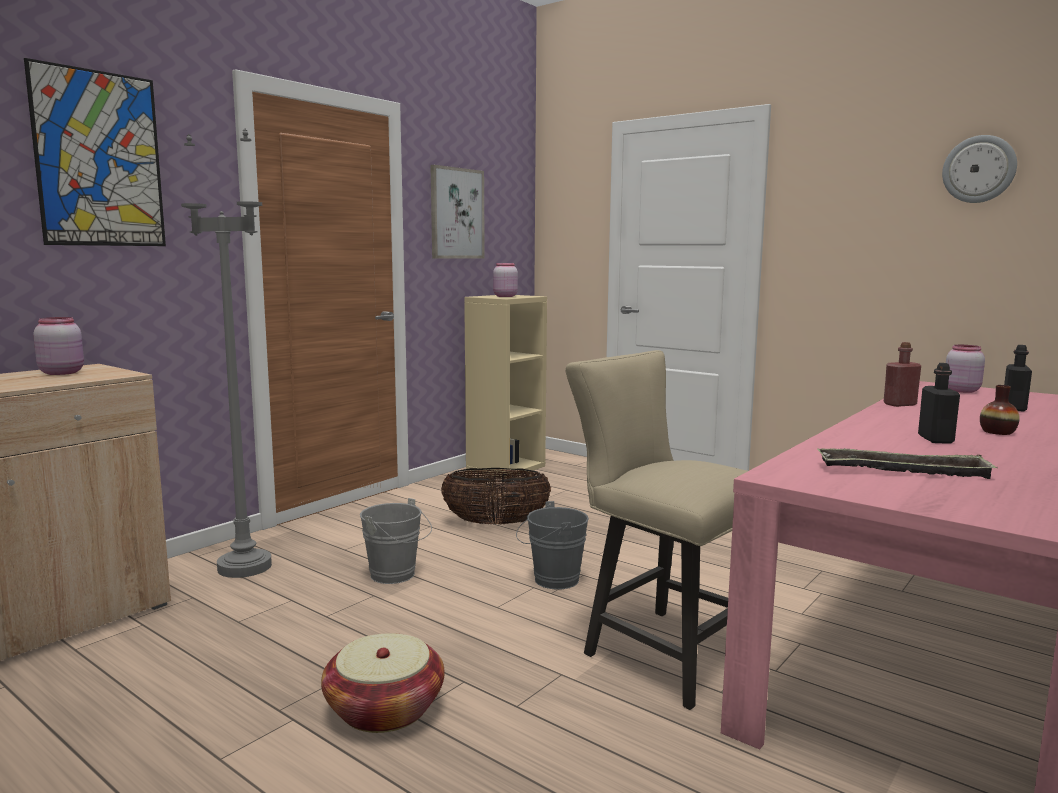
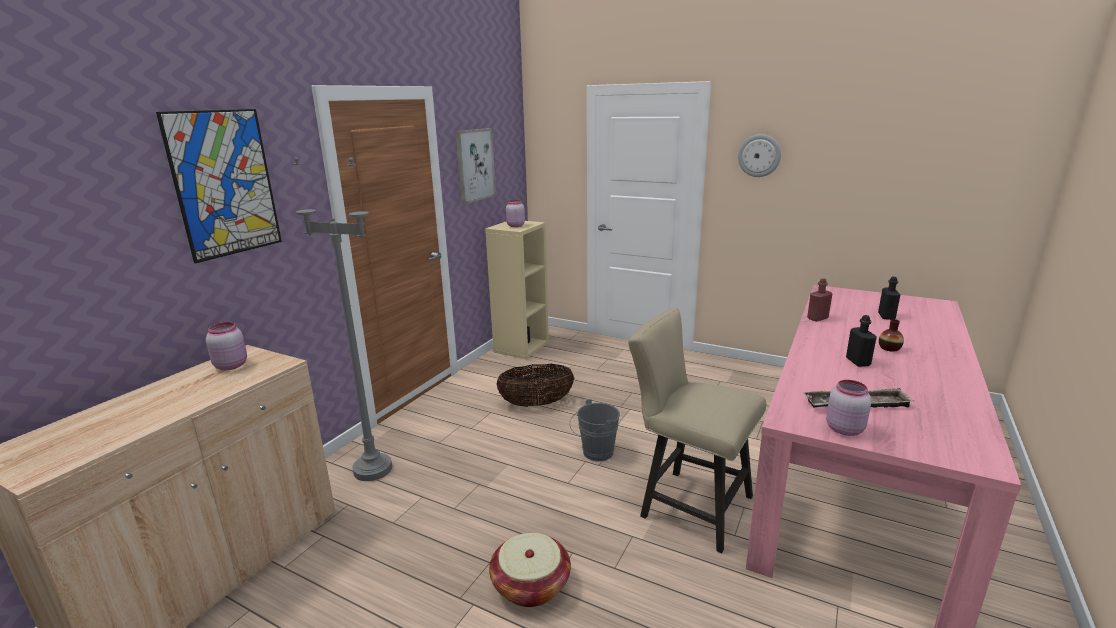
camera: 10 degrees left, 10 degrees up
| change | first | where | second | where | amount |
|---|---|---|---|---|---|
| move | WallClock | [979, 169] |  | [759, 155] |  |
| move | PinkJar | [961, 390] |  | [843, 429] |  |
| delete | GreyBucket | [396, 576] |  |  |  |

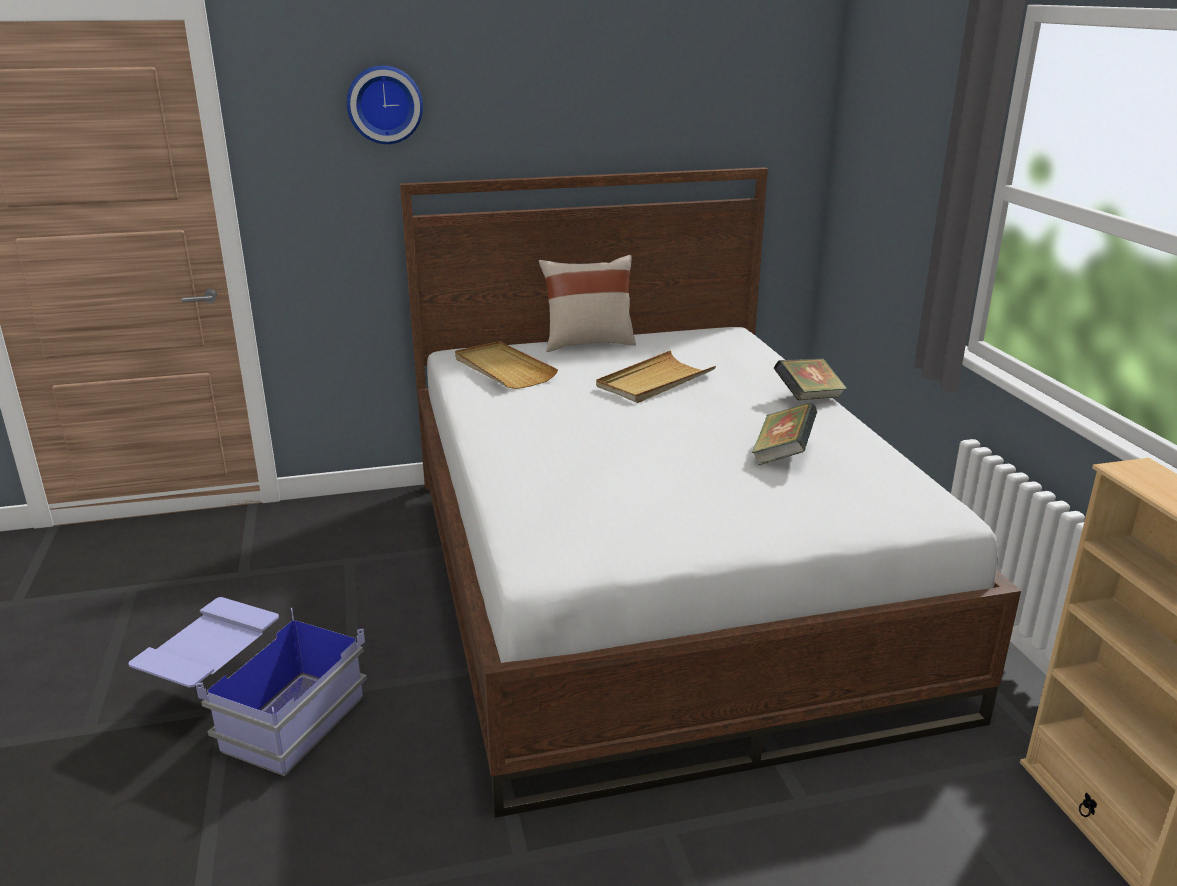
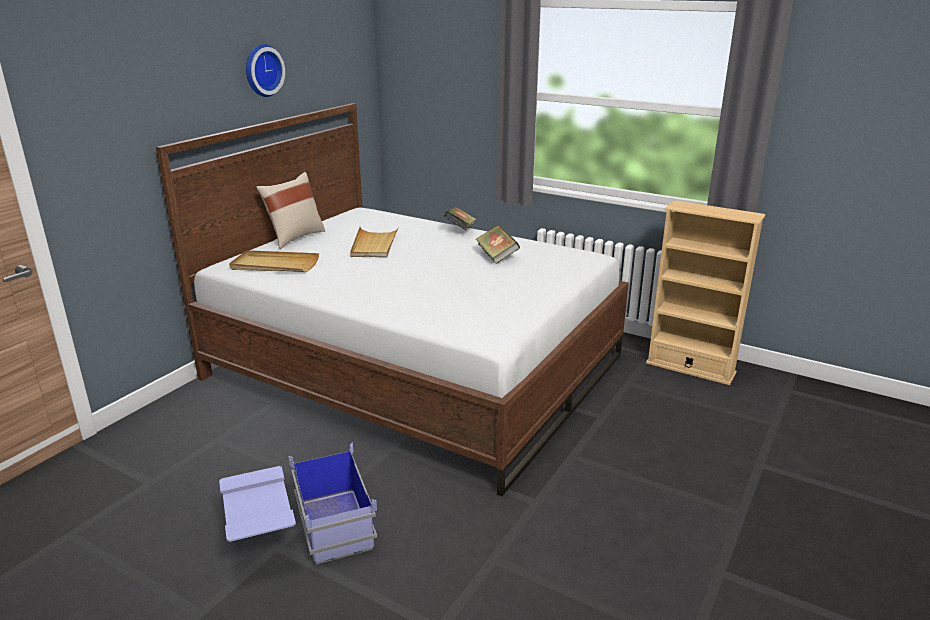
camera: 45 degrees left, 0 degrees up
| change | first | where | second | where | amount |
|---|---|---|---|---|---|
| move | WallClock | [384, 104] |  | [262, 70] |  |

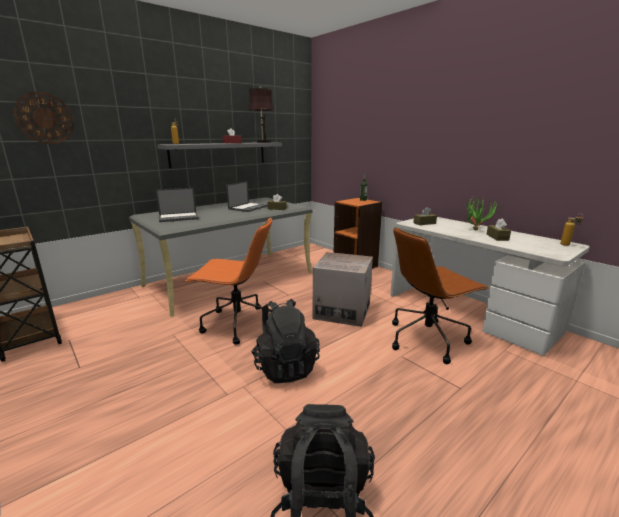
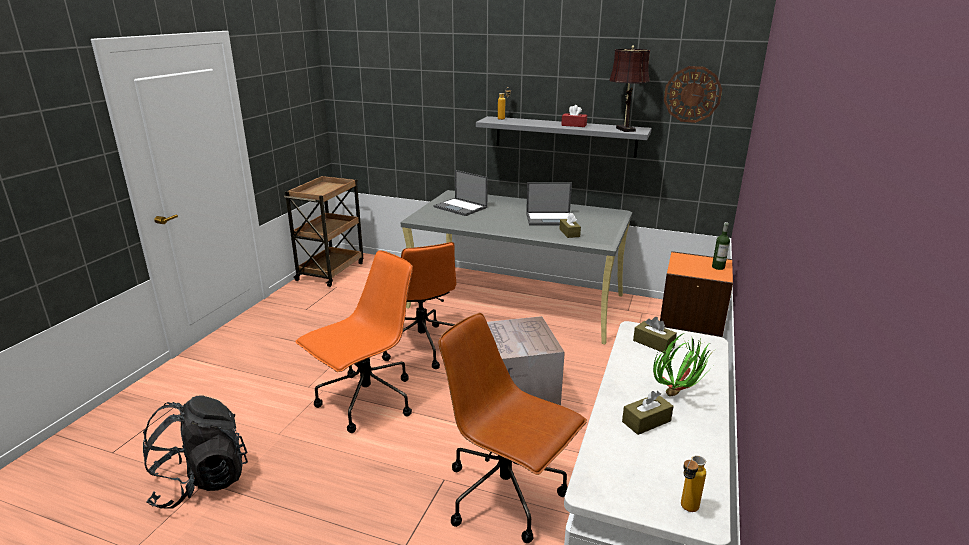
camera: 60 degrees right, 5 degrees up
| change | first | where | second | where | amount |
|---|---|---|---|---|---|
| move | WallClock | [45, 118] |  | [692, 94] |  |
| replace | BlackBackpack | [285, 367] | OrangeOfficeChair | [366, 402] |  |

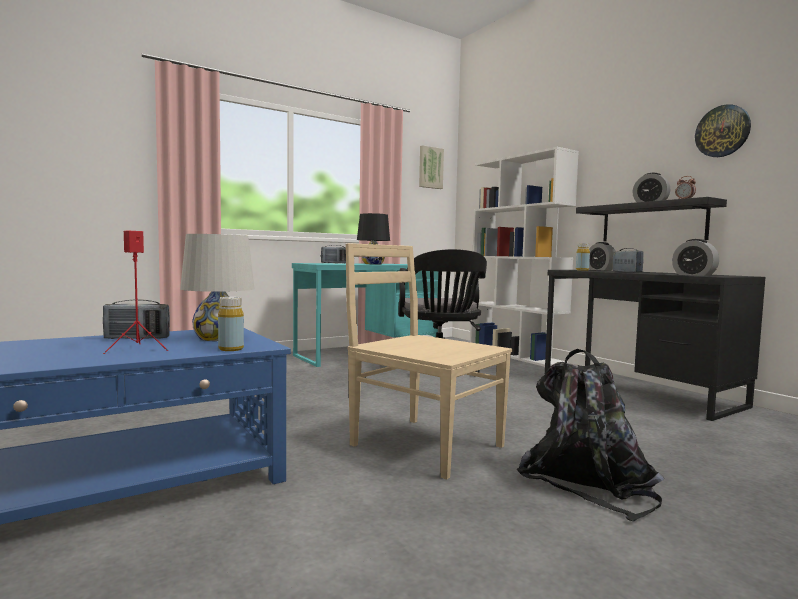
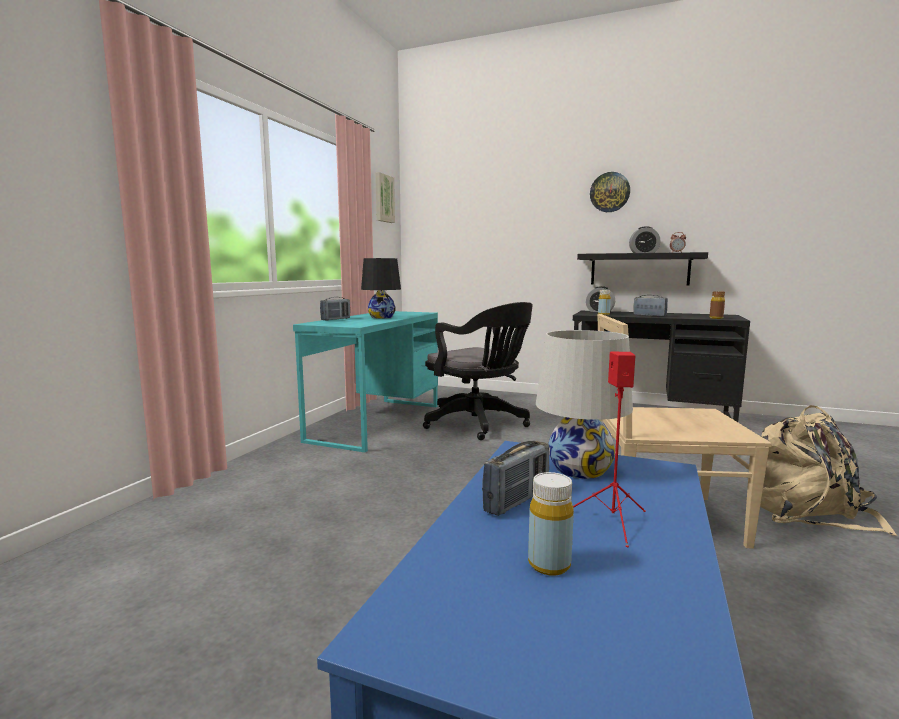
camera: 35 degrees left, 5 degrees up
| change | first | where | second | where | amount |
|---|---|---|---|---|---|
| move | WallClock | [722, 131] |  | [609, 192] |  |
| delete | WhiteBookcase | [516, 355] |  |  |  |
| replace | AlarmClock | [694, 275] | BrownBottle | [716, 318] |  |
| move | YellowBottle | [231, 349] |  | [549, 564] |  |
| recolor | BlackBackpack | [589, 482] | BeigeBackpack | [810, 512] |  |

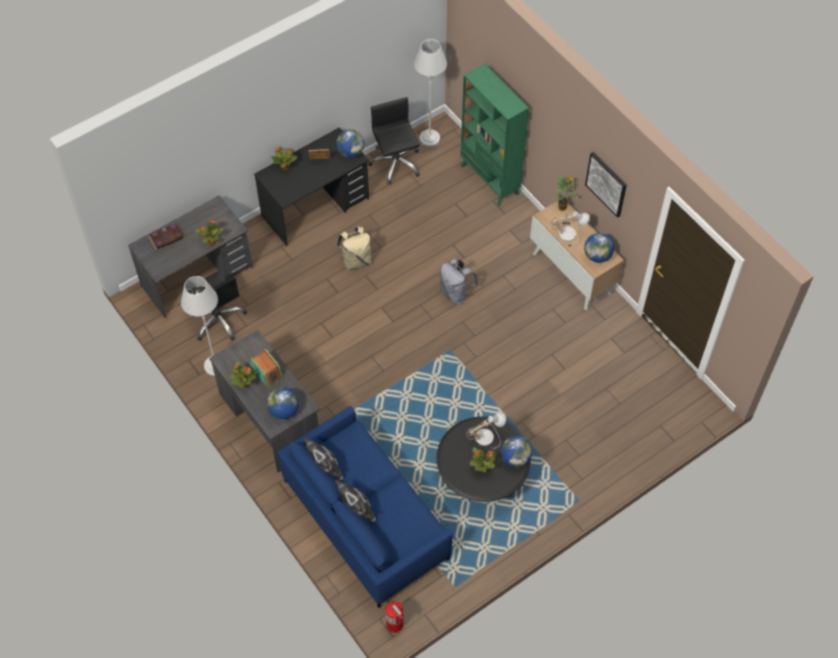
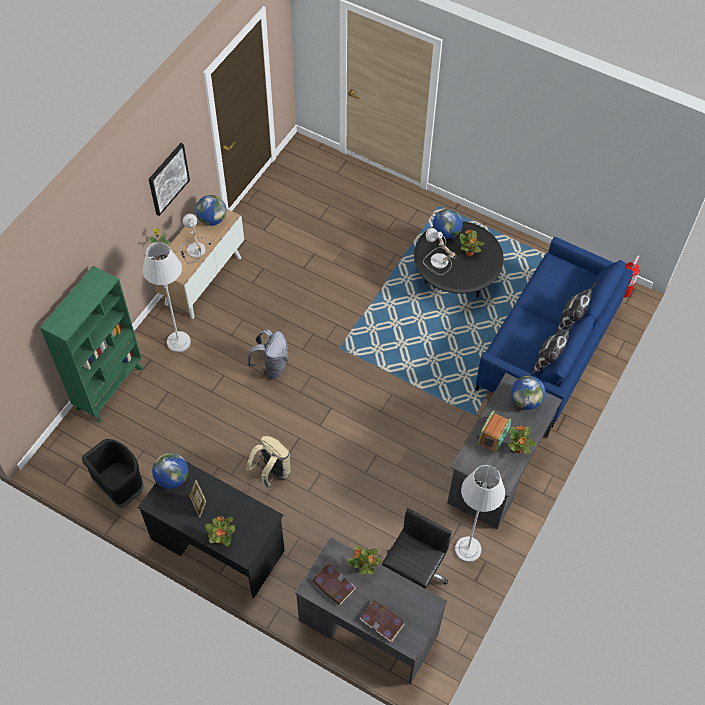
camera: 115 degrees left, 0 degrees up
| change | first | where | second | where | amount |
|---|---|---|---|---|---|
| move | GreyFloorLamp | [429, 138] |  | [178, 342] |  |
| replace | BlackOfficeChair | [395, 164] | BlackTrashCan | [121, 488] |  |
| insert |  |  | Book | [333, 585] |  |

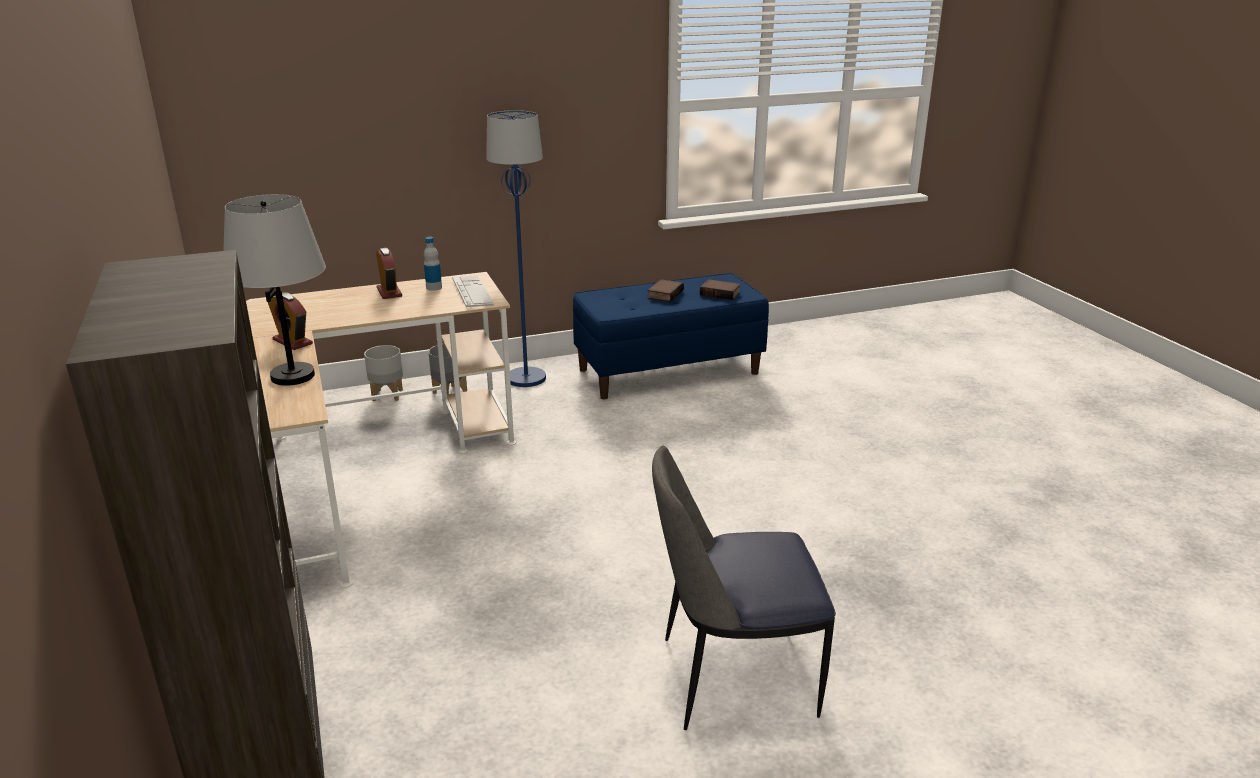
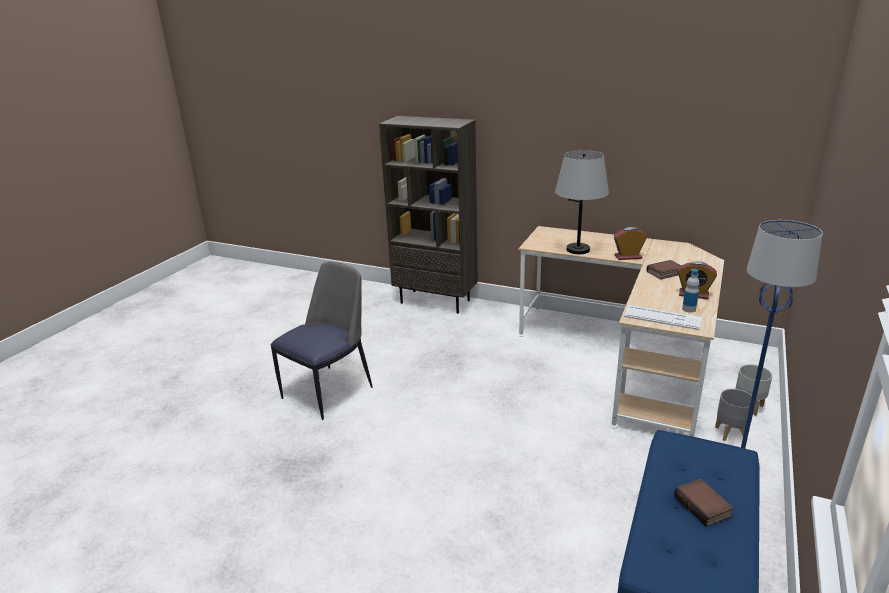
camera: 135 degrees right, 0 degrees up
| change | first | where | second | where | amount |
|---|---|---|---|---|---|
| move | Book | [721, 293] |  | [665, 273] |  |

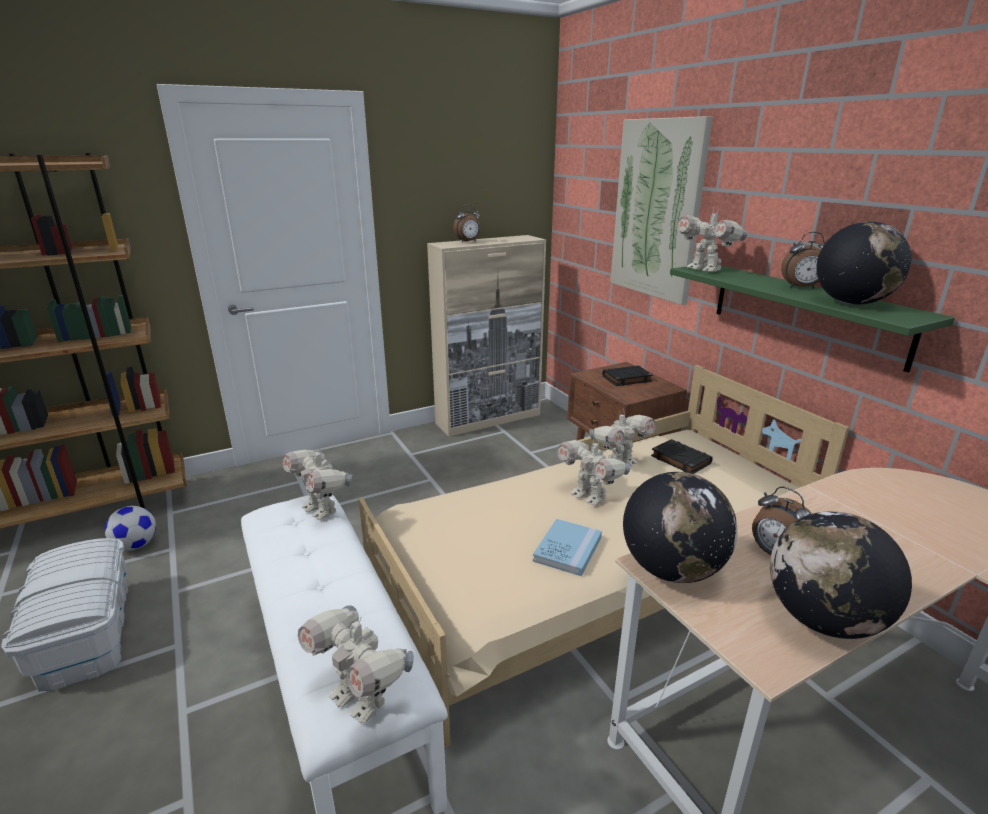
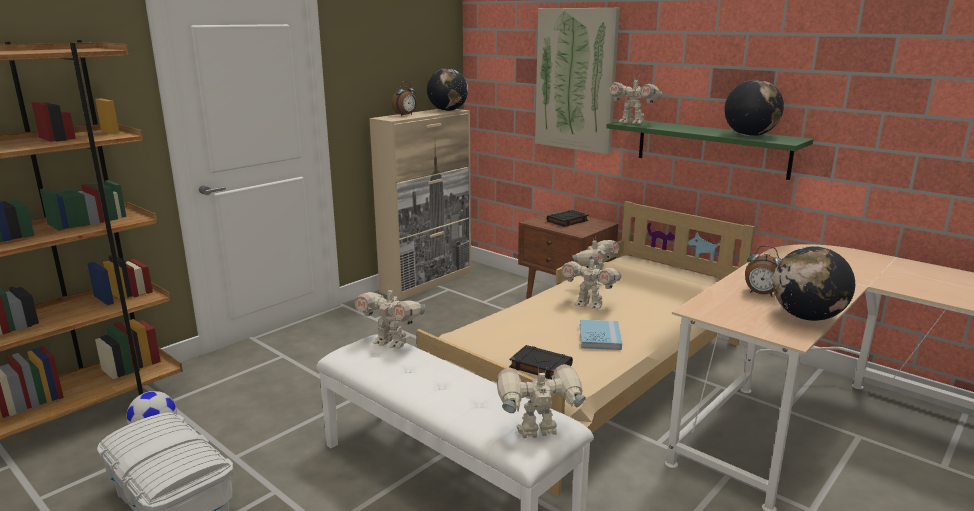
camera: 20 degrees left, 5 degrees down
| change | first | where | second | where | amount |
|---|---|---|---|---|---|
| delete | AlarmClock | [801, 288] |  |  |  |
| move | BlackBook | [680, 460] |  | [540, 366] |  |
| move | Globe | [672, 569] |  | [448, 110] |  |
| rotate | ToyRobot | [361, 699] |  | [538, 434] | 150 degrees clockwise |

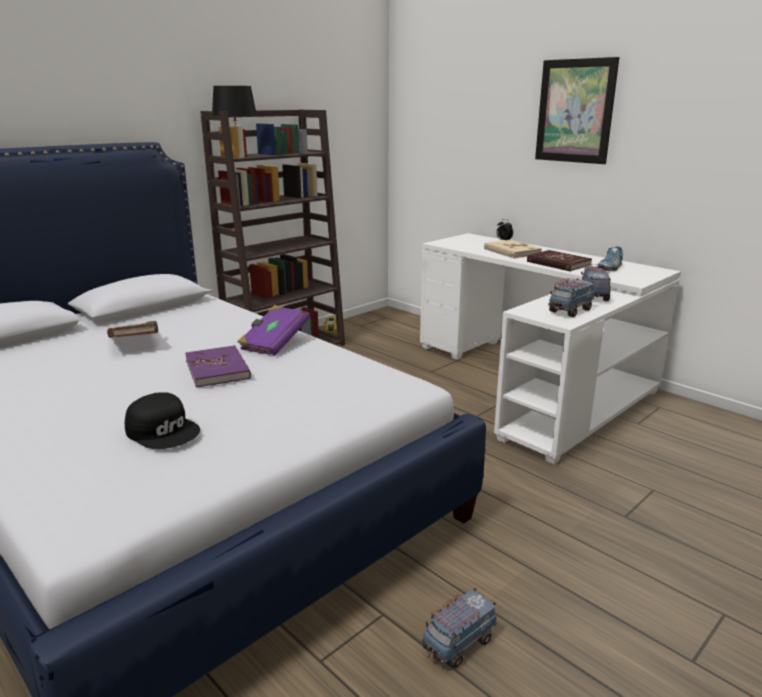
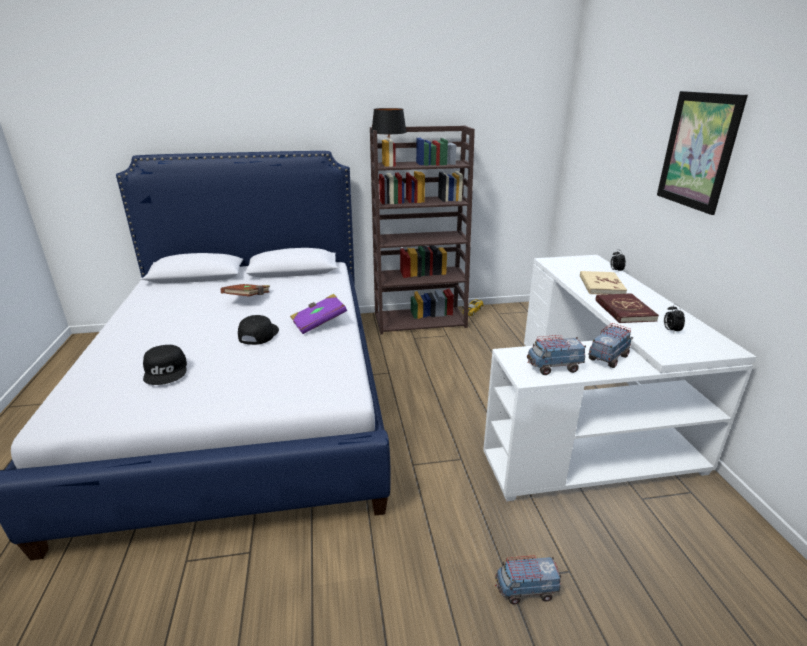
camera: 35 degrees right, 5 degrees up
| change | first | where | second | where | amount |
|---|---|---|---|---|---|
| replace | Shoe | [609, 268] | AlarmClock | [670, 330] |  |
| replace | PurpleBook | [218, 369] | BlackCap | [258, 334] |  |
| move | ToyTruck | [458, 644] |  | [526, 589] |  |

